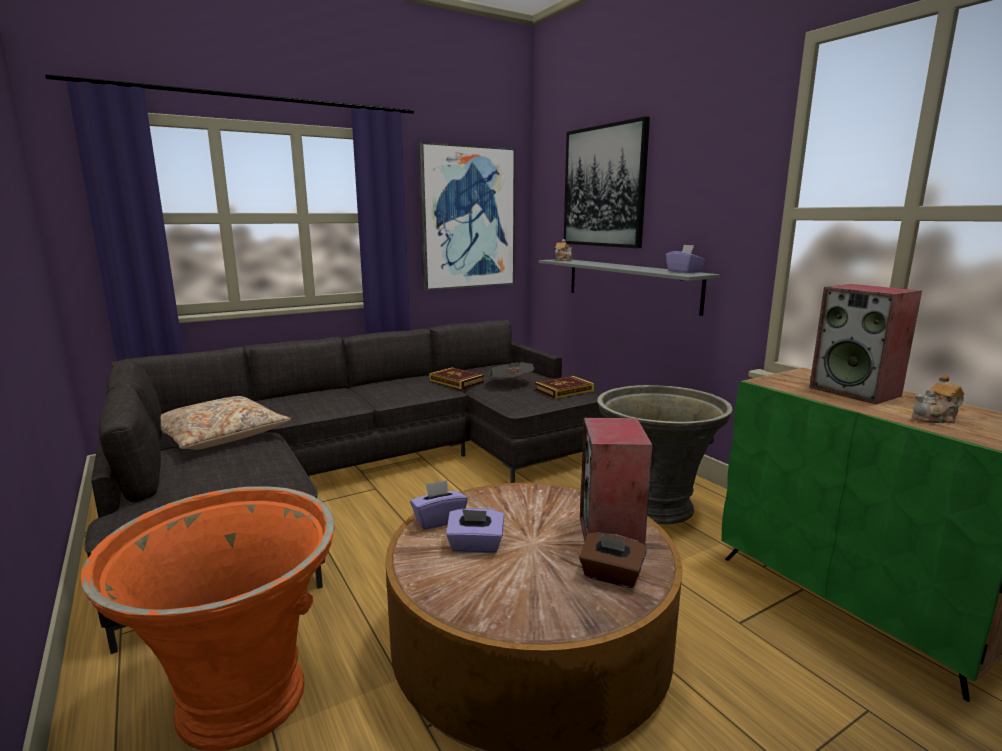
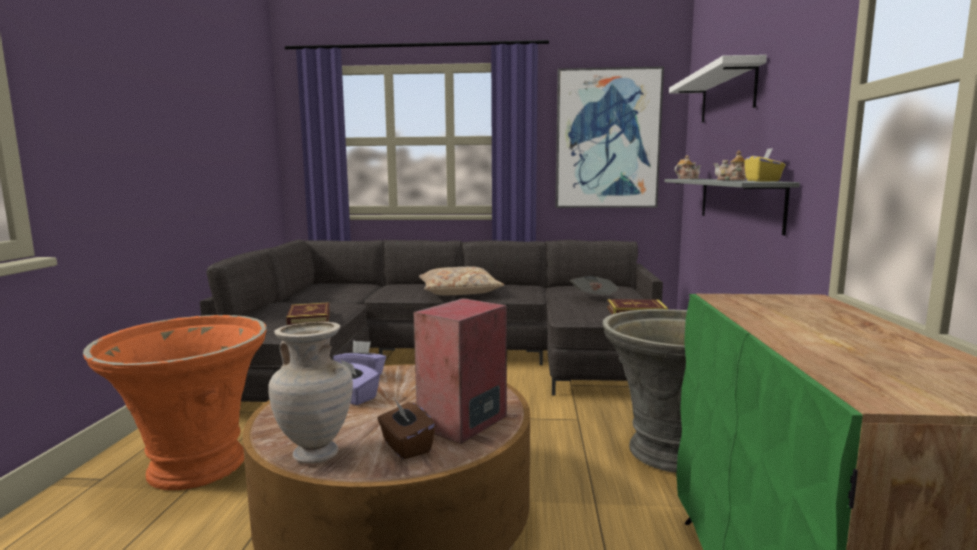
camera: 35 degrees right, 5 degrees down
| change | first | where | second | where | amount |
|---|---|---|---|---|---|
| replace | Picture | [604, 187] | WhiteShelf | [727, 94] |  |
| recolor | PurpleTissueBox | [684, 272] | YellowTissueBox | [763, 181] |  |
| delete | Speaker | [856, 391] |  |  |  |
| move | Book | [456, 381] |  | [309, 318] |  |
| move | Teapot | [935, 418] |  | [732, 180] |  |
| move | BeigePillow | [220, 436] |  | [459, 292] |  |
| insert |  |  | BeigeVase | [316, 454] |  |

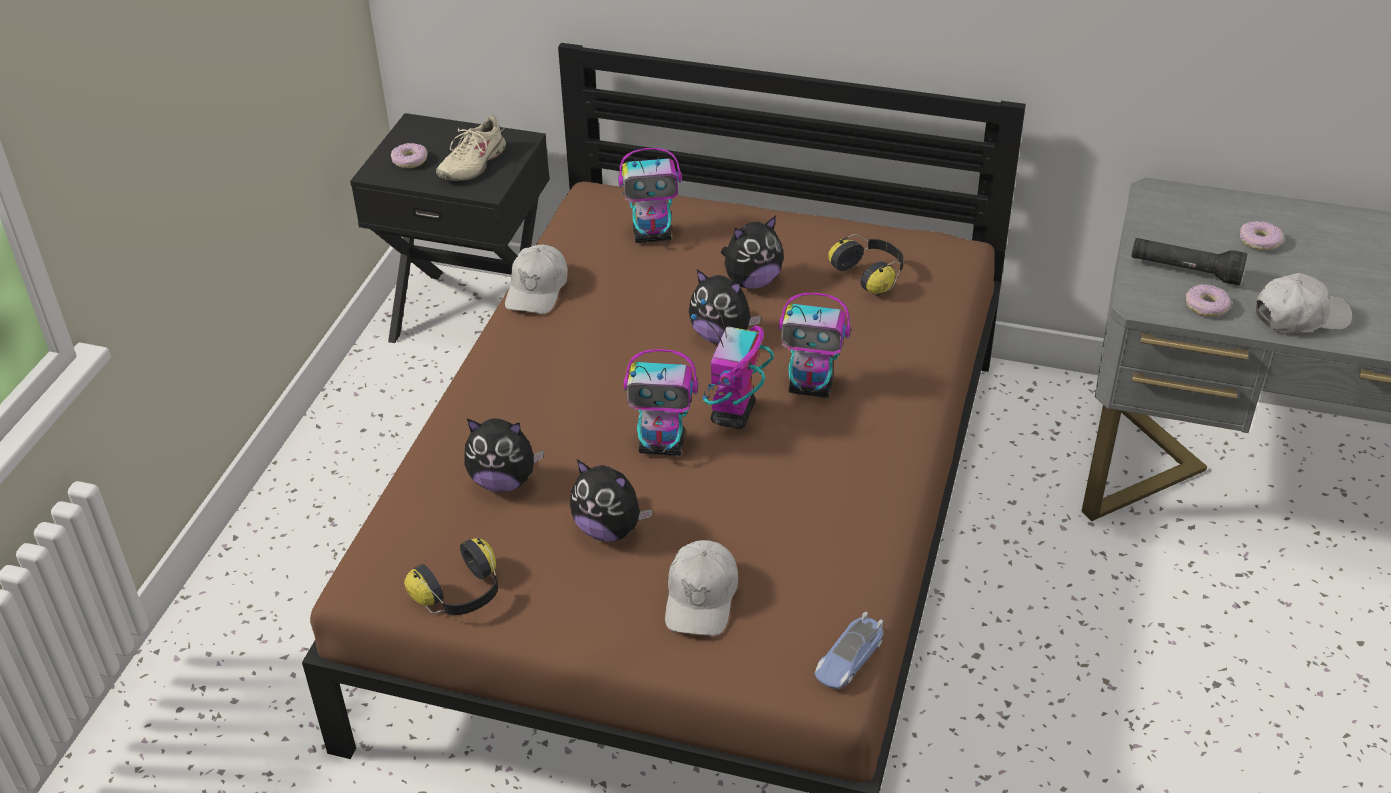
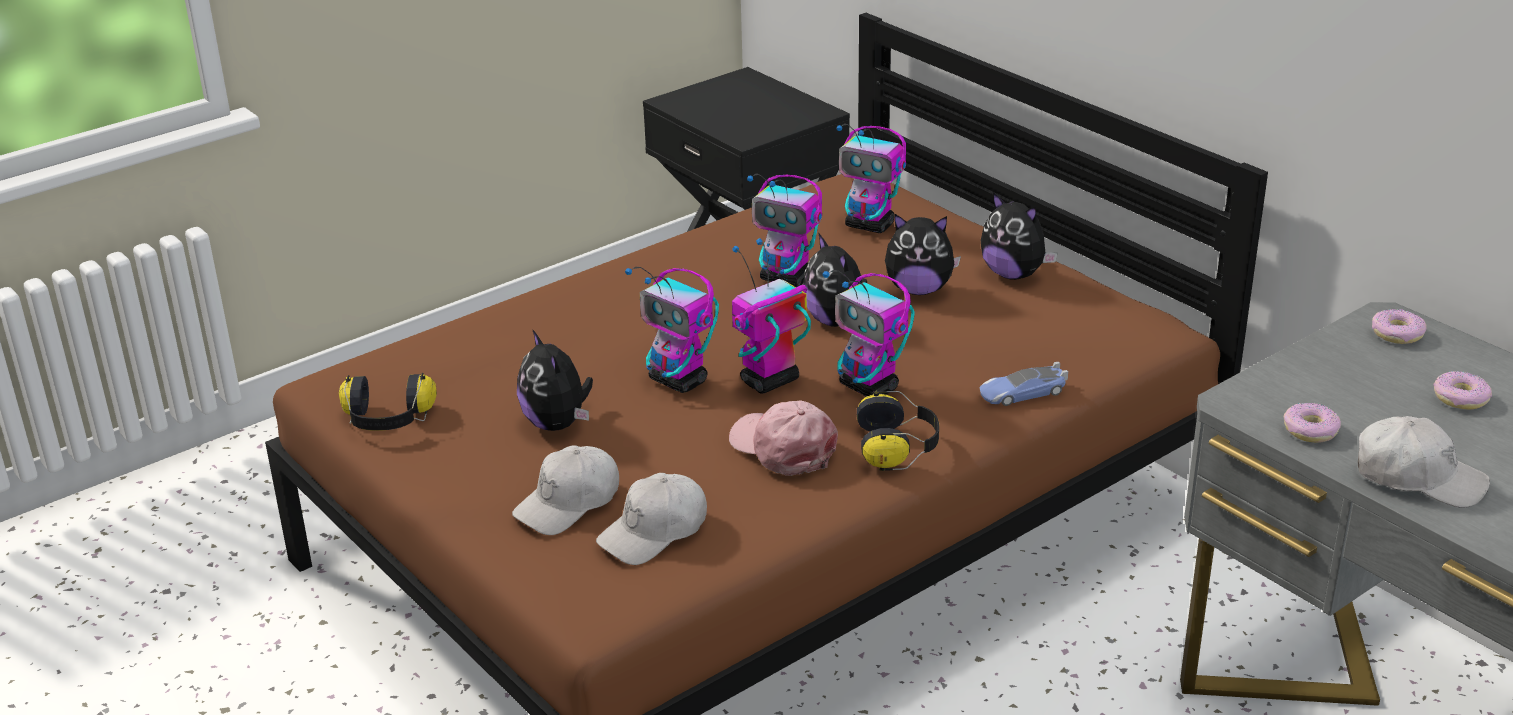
camera: 35 degrees right, 10 degrees down
| change | first | where | second | where | amount |
|---|---|---|---|---|---|
| delete | BeigeShoe | [472, 164] |  |  |  |
| move | Donut | [410, 161] |  | [1397, 334] |  |
| move | Headphones | [870, 275] |  | [898, 447] |  |
| delete | BlackFlashlight | [1185, 271] |  |  |  |
| move | WhiteCap | [537, 289] |  | [654, 532] |  |
| move | PlushToy | [503, 481] |  | [1013, 274] |  |
| move | ToyCar | [849, 659] |  | [1022, 393] |  |
| insert |  |  | ToyRobot | [787, 279] |  |
| insert |  |  | PinkCap | [783, 447] |  |

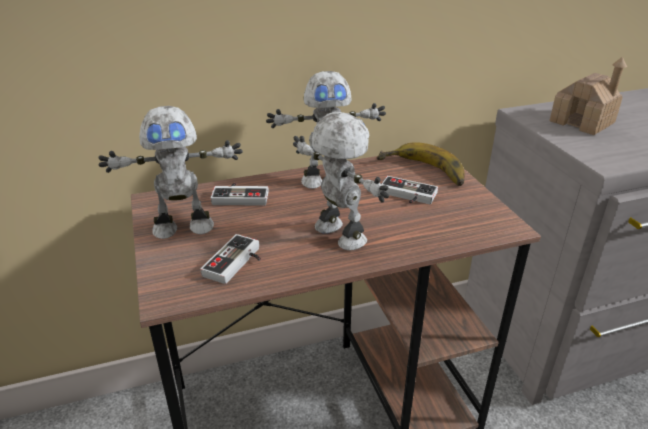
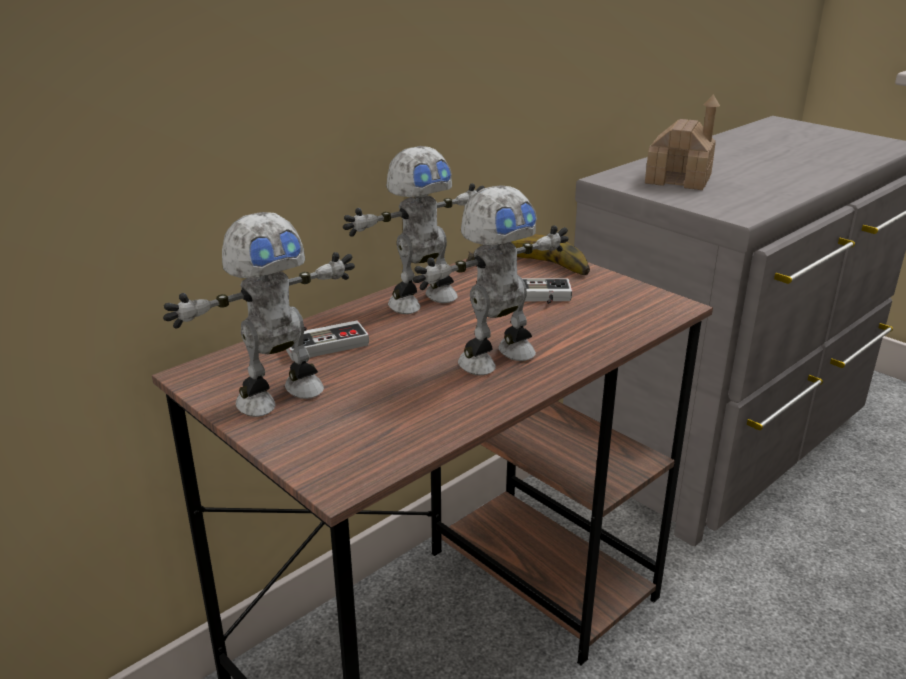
camera: 25 degrees left, 5 degrees down
| change | first | where | second | where | amount |
|---|---|---|---|---|---|
| rotate | ToyRobot | [338, 236] |  | [494, 358] | 120 degrees clockwise |
| delete | GameController | [237, 263] |  |  |  |

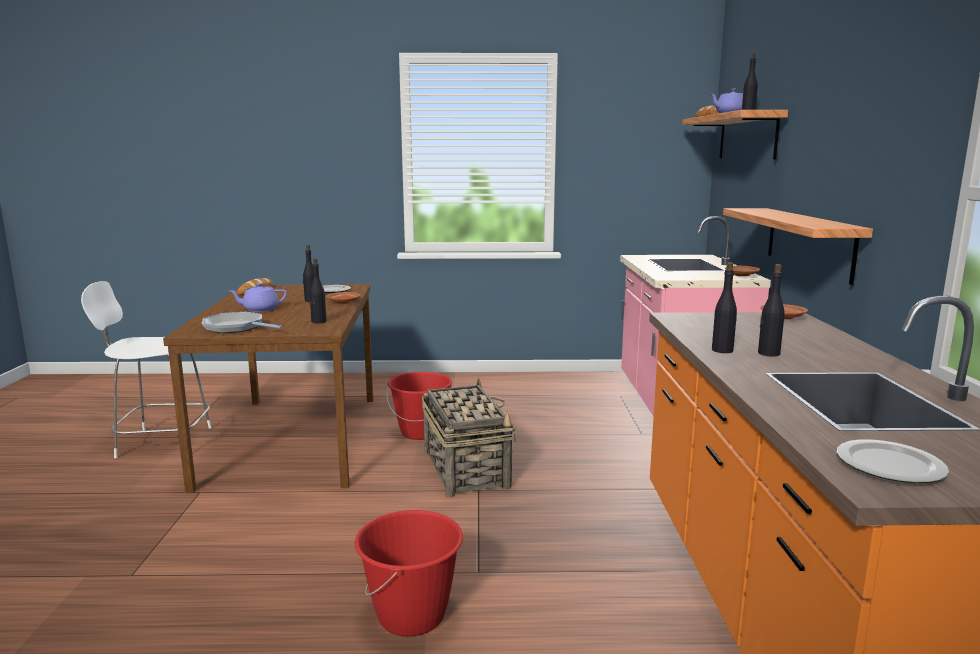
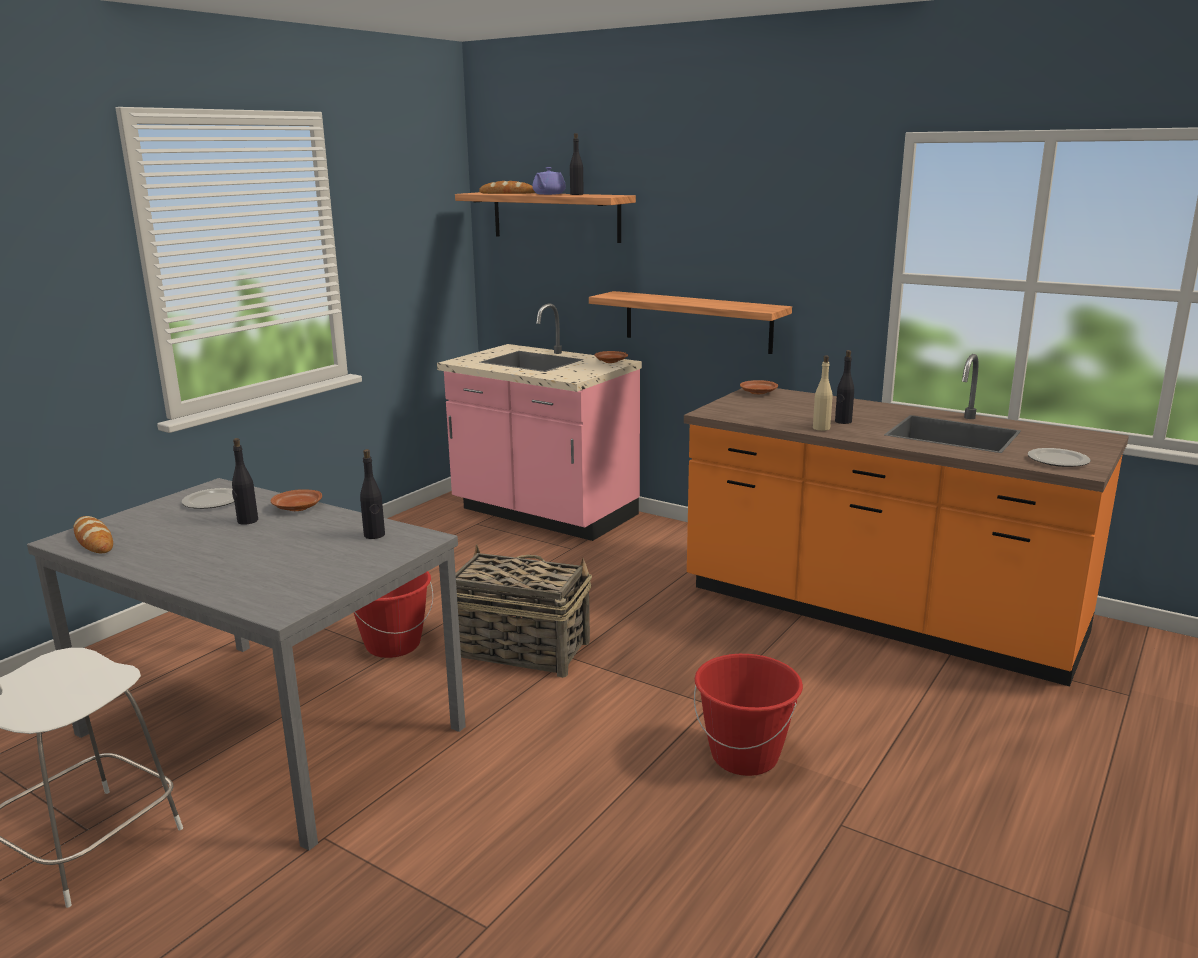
camera: 55 degrees left, 5 degrees up
| change | first | where | second | where | amount |
|---|---|---|---|---|---|
| recolor | BlackBottle | [722, 350] | BeigeBottle | [821, 428] |  |
| delete | PurpleTeapot | [260, 309] |  |  |  |
| recolor | BrownDiningTable | [295, 439] | GreyDiningTable | [273, 730] |  |
| delete | FryingPan | [236, 327] |  |  |  |

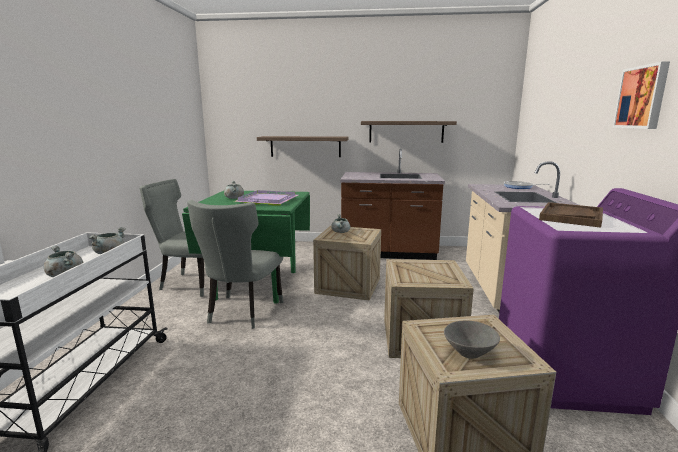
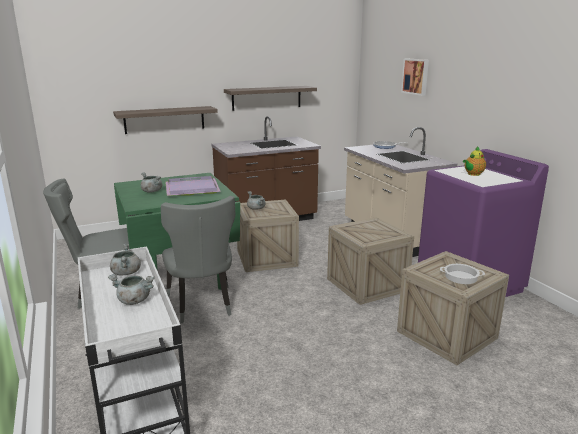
camera: 30 degrees left, 5 degrees up
| change | first | where | second | where | amount |
|---|---|---|---|---|---|
| move | Picture | [642, 97] |  | [416, 76] |  |
| replace | BrownTray | [571, 216] | Teapot | [473, 174] |  |
| replace | GreyBowl | [468, 352] | CookingPot | [460, 277] |  |

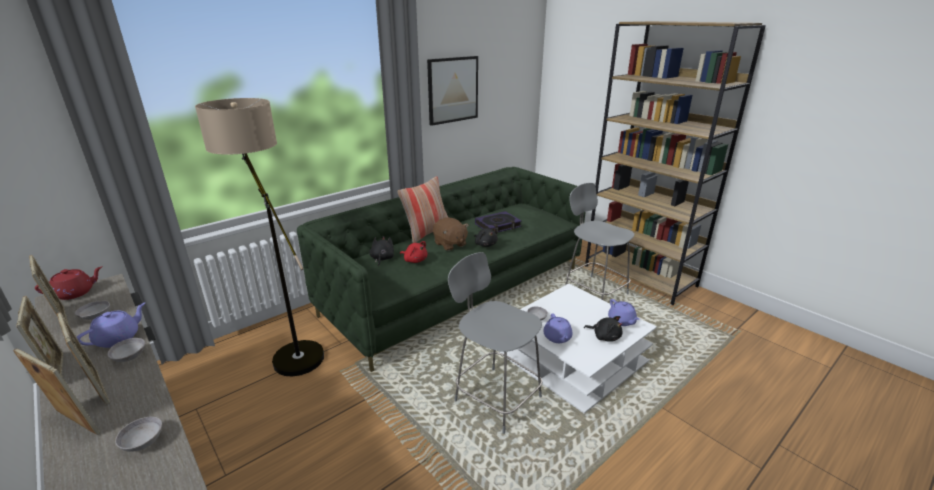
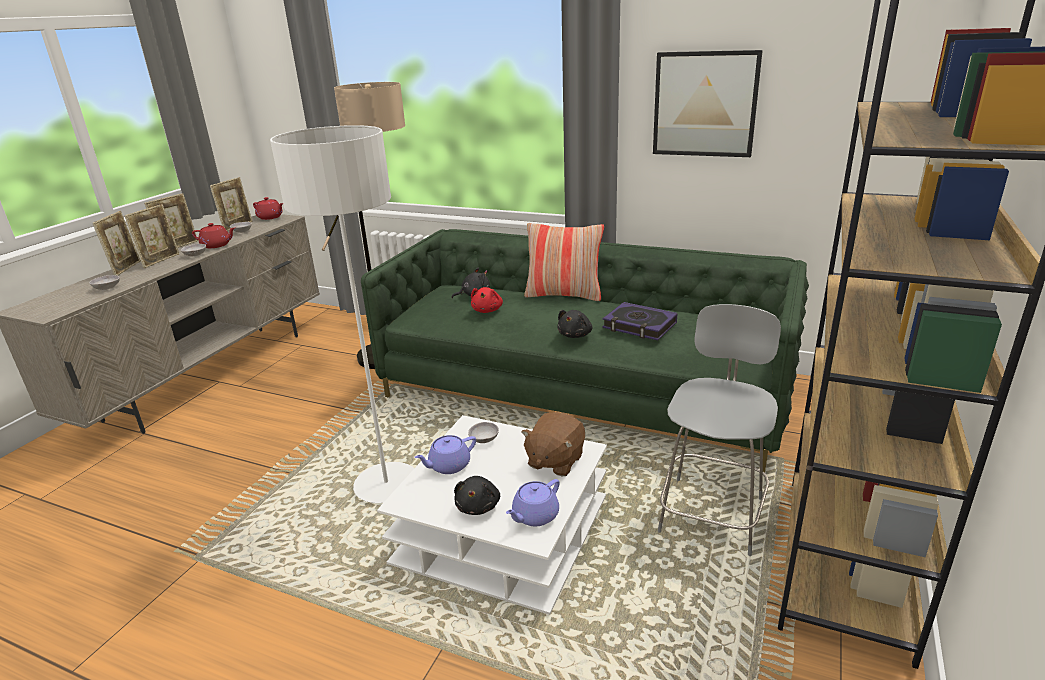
camera: 65 degrees right, 0 degrees up
| change | first | where | second | where | amount |
|---|---|---|---|---|---|
| move | BrownPlushToy | [450, 244] |  | [554, 461] |  |
| replace | GreyStool | [495, 397] | WhiteFloorLamp | [386, 485] |  |
| recolor | PurpleTeapot | [118, 338] | RedTeapot | [217, 245] |  |

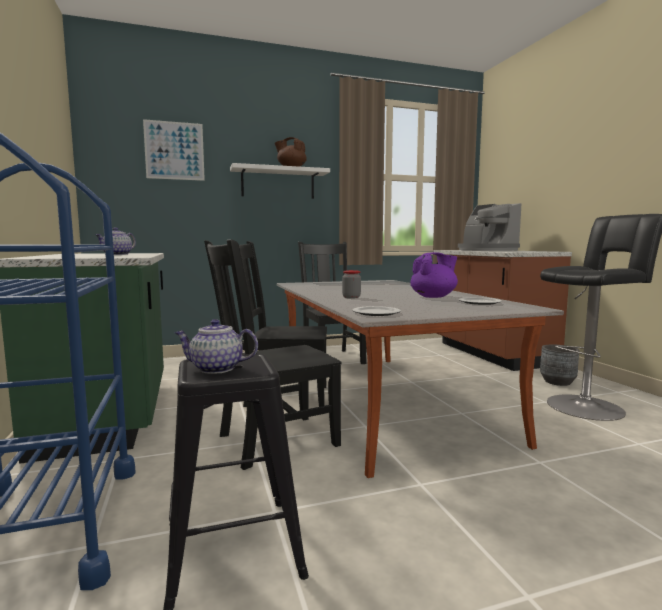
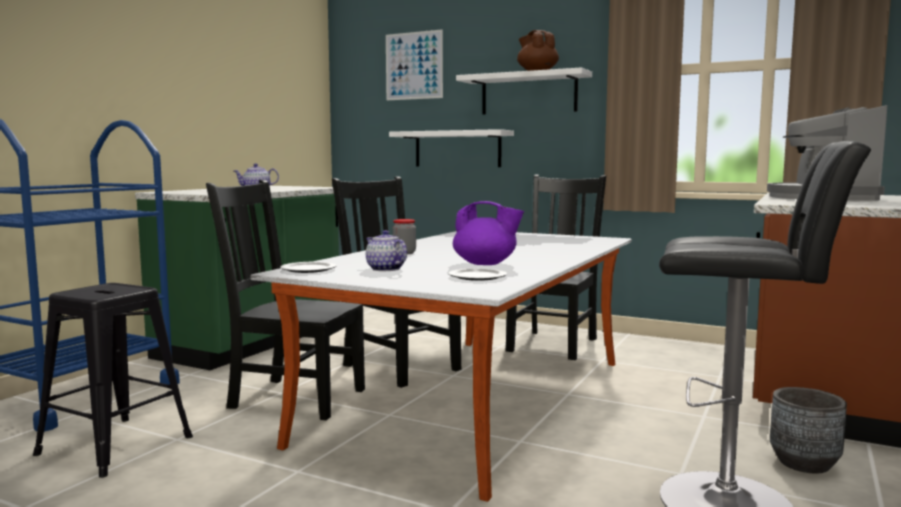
camera: 45 degrees right, 0 degrees up
| change | first | where | second | where | amount |
|---|---|---|---|---|---|
| move | Teapot | [215, 369] |  | [385, 269] |  |
| insert |  |  | WhiteShelf | [457, 149] |  |

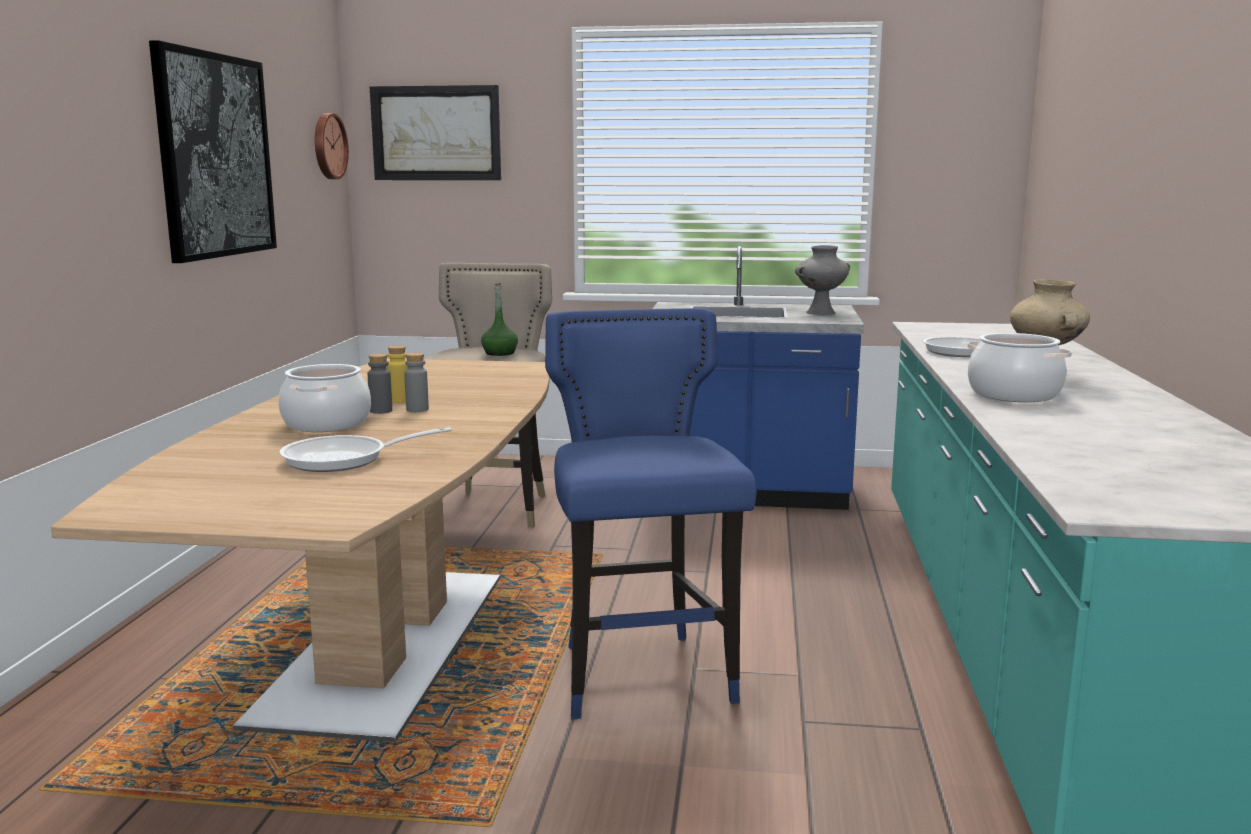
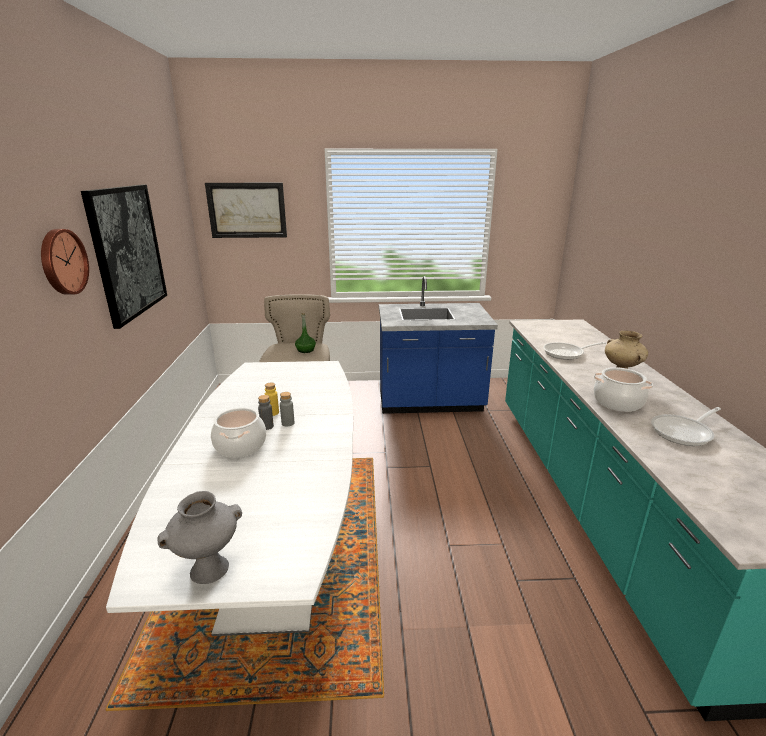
camera: 10 degrees left, 10 degrees up
| change | first | where | second | where | amount |
|---|---|---|---|---|---|
| move | WallClock | [328, 146] |  | [62, 262] |  |
| move | GreyVase | [820, 313] |  | [209, 570] |  |
| delete | BlueStool | [643, 677] |  |  |  |
| recolor | BrownDiningTable | [386, 645] | WhiteDiningTable | [278, 547] |  |
| move | FryingPan | [345, 459] |  | [684, 432] |  |

